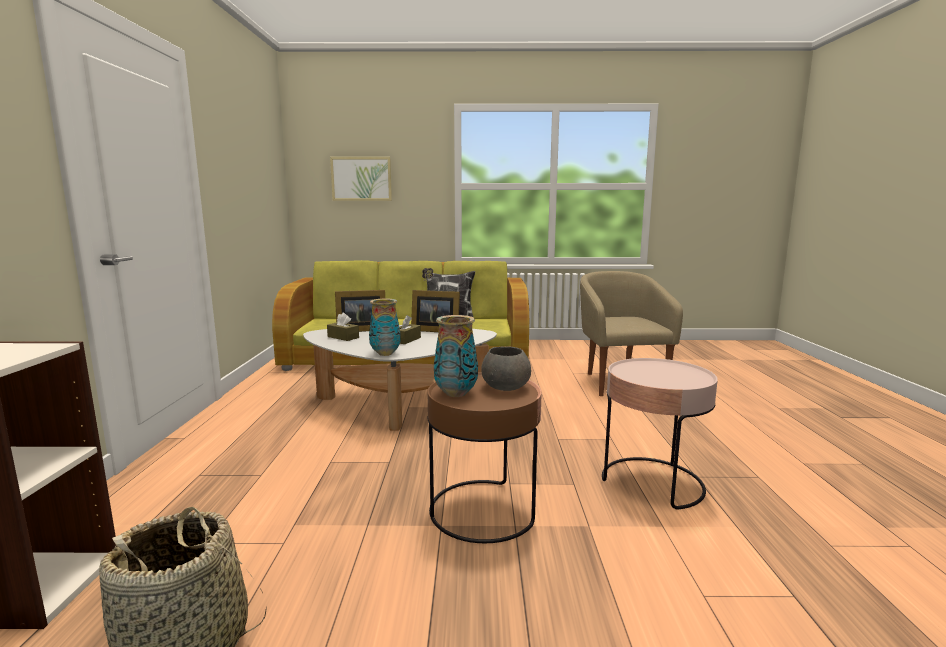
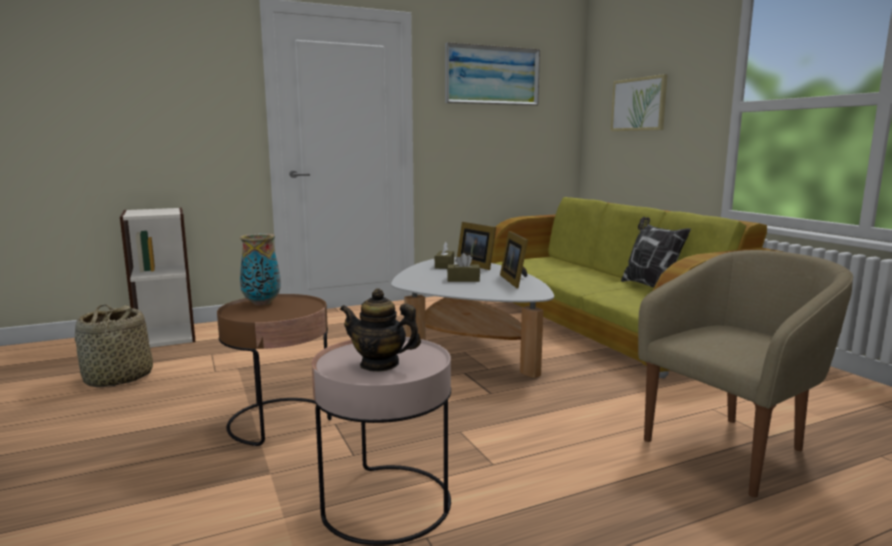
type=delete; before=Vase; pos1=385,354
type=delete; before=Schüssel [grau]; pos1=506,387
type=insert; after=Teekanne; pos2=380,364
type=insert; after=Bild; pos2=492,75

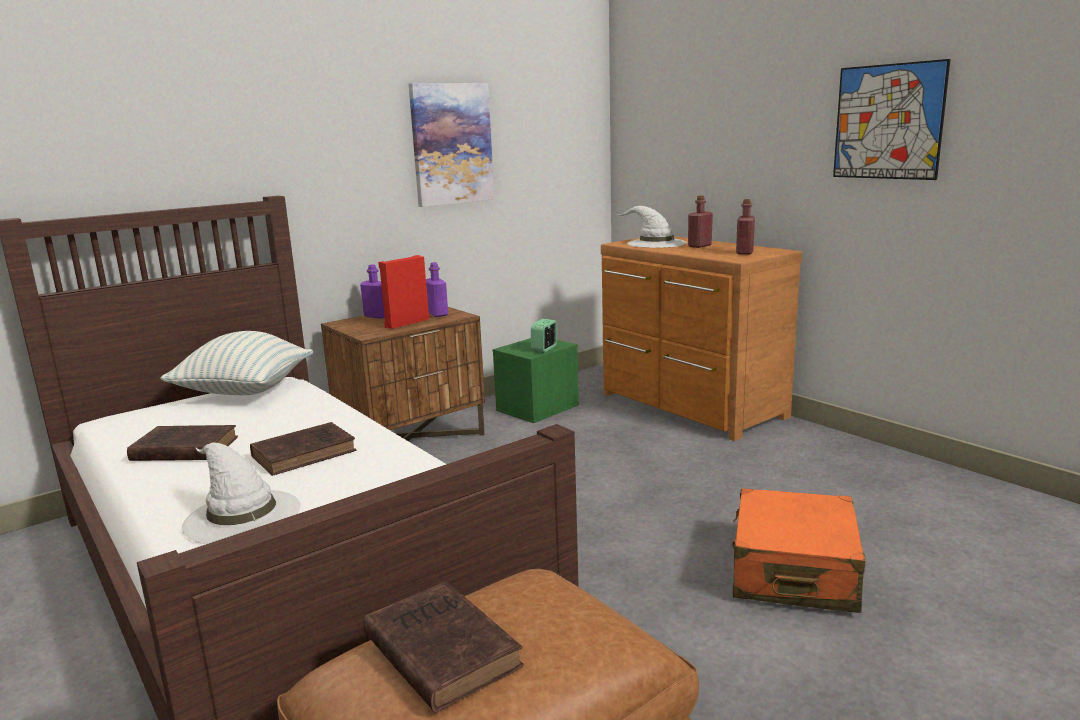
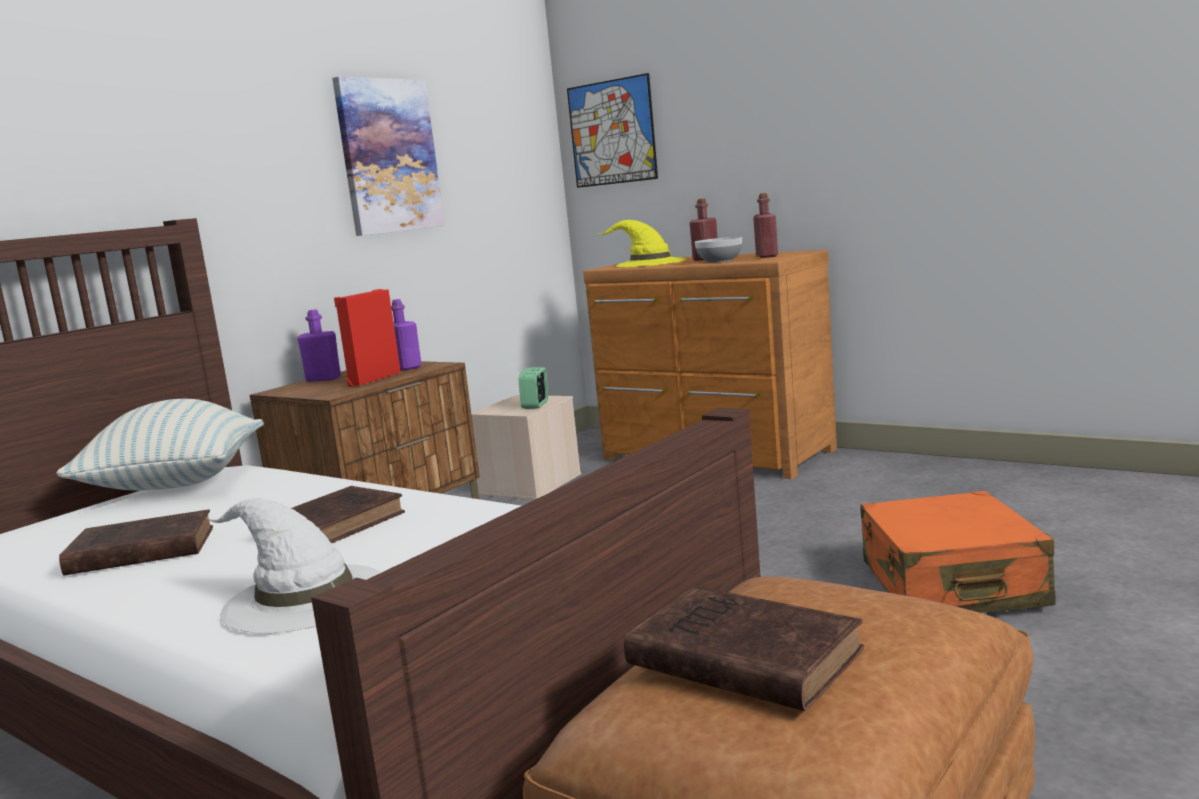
type=insert; after=Schüssel; pos2=720,261
type=move; before=Bild; pos1=888,122; pos2=612,132
type=recolor; before=Aufbewahrungsbox [grün]; after=Aufbewahrungsbox [beige]; pos1=537,408; pos2=531,484
type=recolor; before=Hut [weiß]; after=Hut [gelb]; pos1=655,243; pos2=649,263

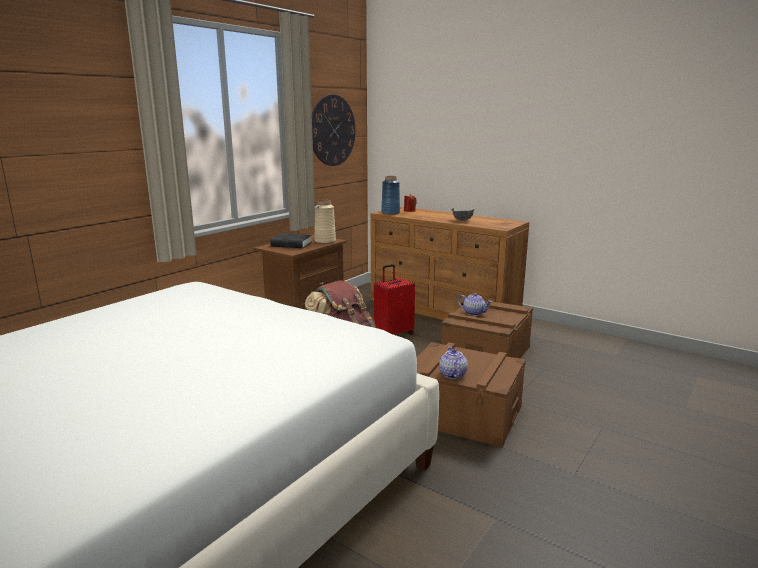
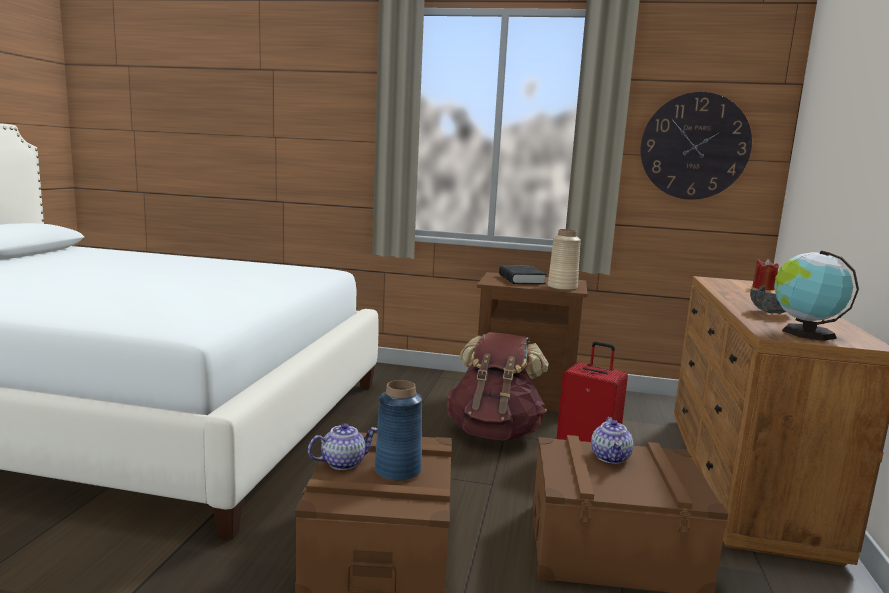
type=insert; after=Globus; pos2=804,333
type=move; before=Vase [blau]; pos1=390,213; pos2=398,470

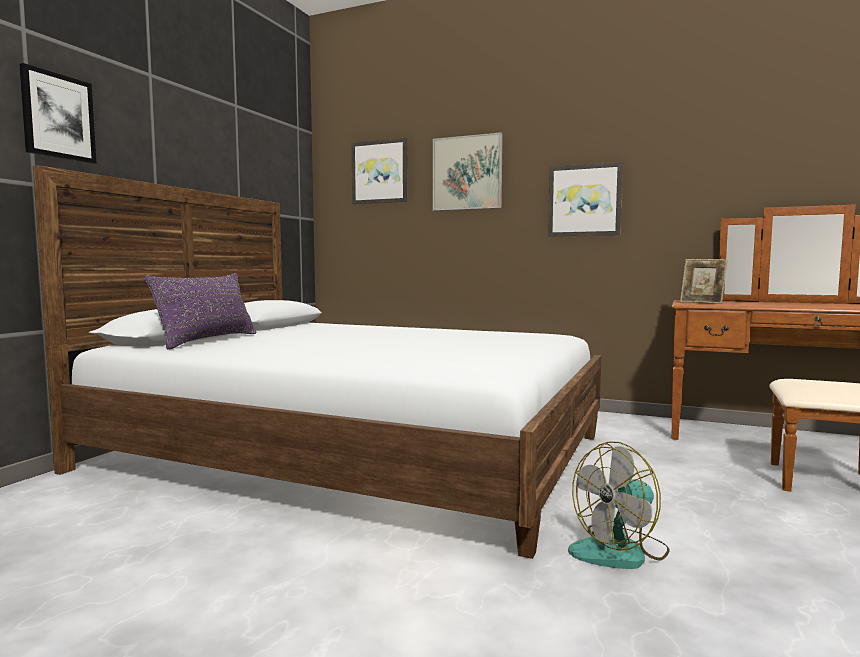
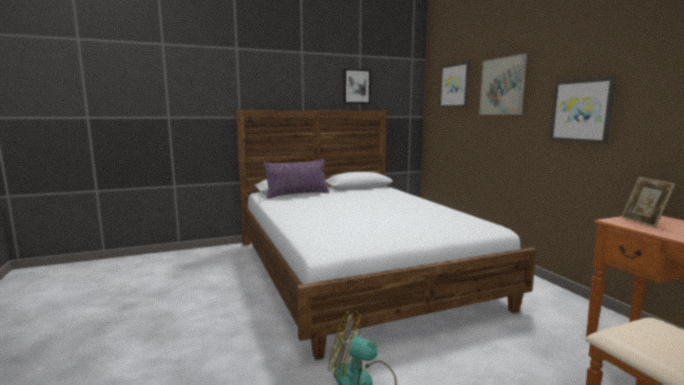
type=move; before=Bild; pos1=58,116; pos2=356,86

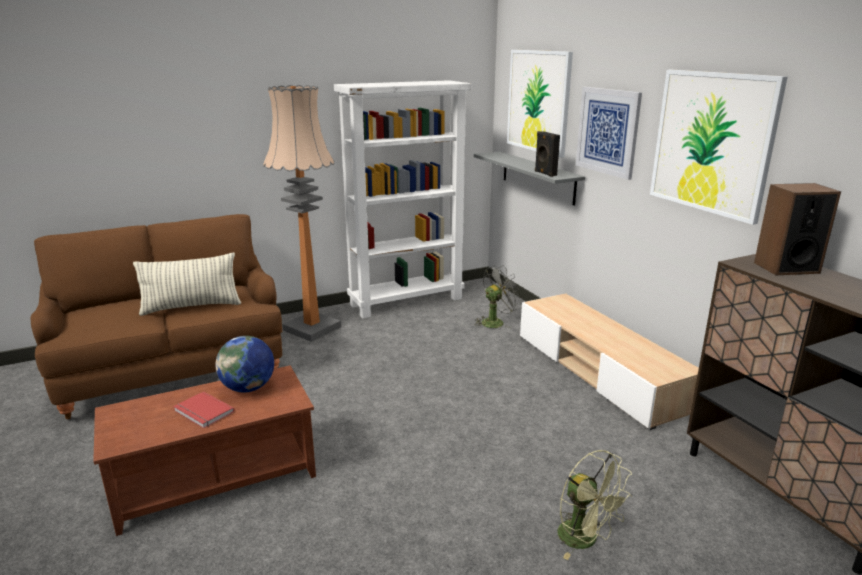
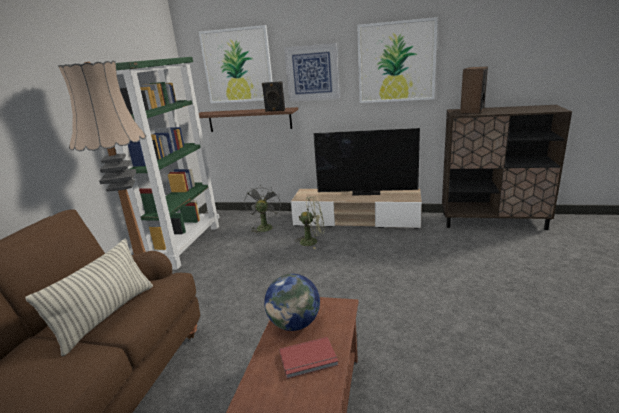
type=insert; after=Fernseher; pos2=366,192
type=move; before=Ventilator [grün]; pos1=585,540; pos2=313,241
type=recolor; before=Bücherregal [weiß]; after=Bücherregal [grün]; pos1=407,301; pos2=186,245
type=recolor; before=Wandregal [grau]; after=Wandregal [braun]; pos1=537,177; pos2=249,120

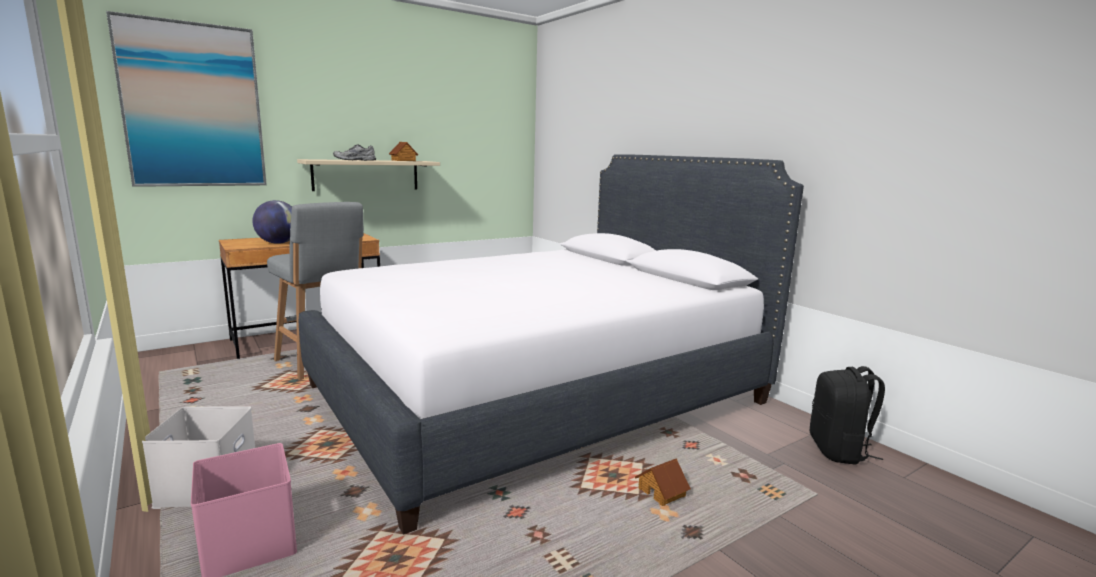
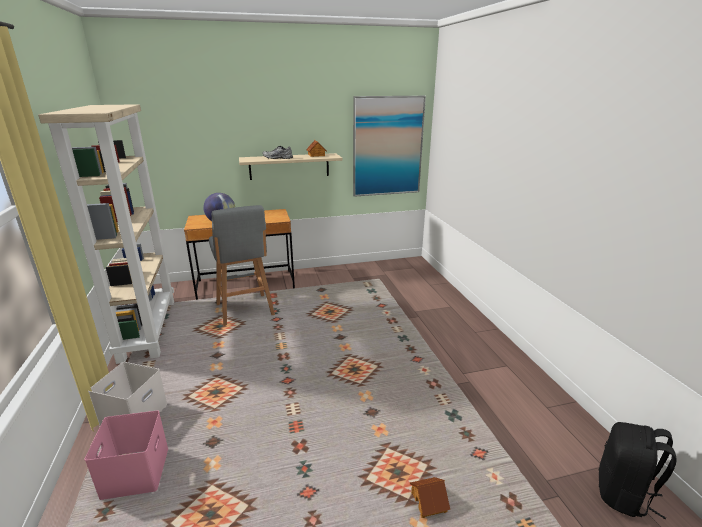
type=delete; before=Bett [weiß]; pos1=539,394
type=insert; after=Bücherregal [beige]; pos2=147,328
type=move; before=Bild; pos1=193,106; pos2=387,147

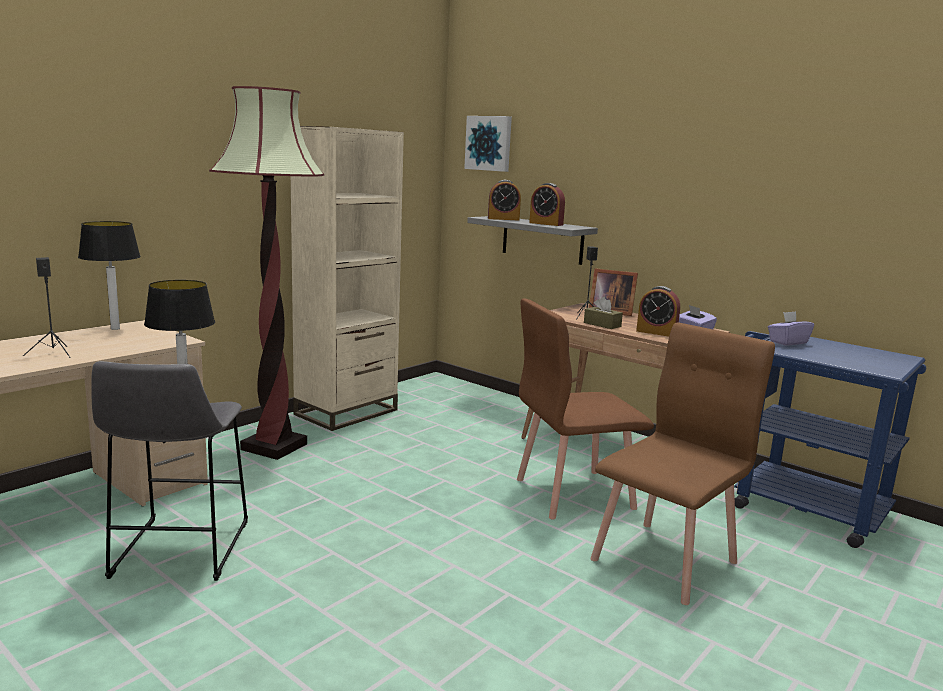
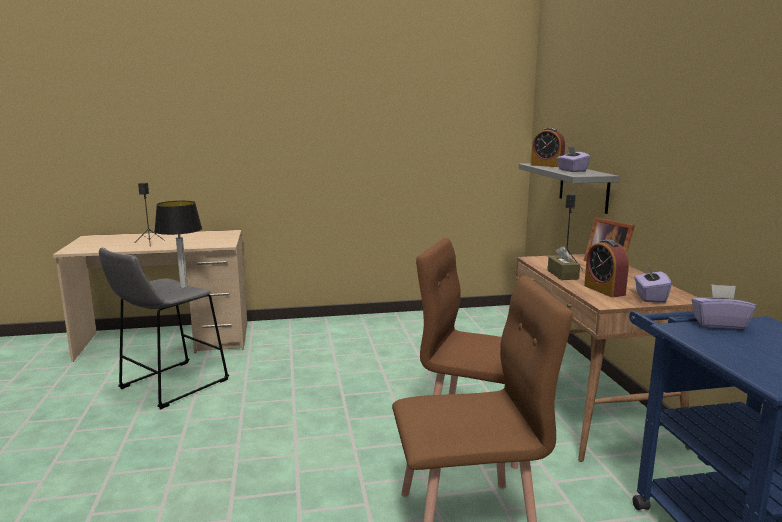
type=delete; before=Tischlampe; pos1=115,329
type=delete; before=Stehlampe; pos1=274,447
type=delete; before=Bücherregal [beige]; pos1=346,412
type=delete; before=Bild; pos1=489,143
type=replace; before=Wecker; after=Taschentuchbox [lila]; pos1=546,224; pos2=571,170

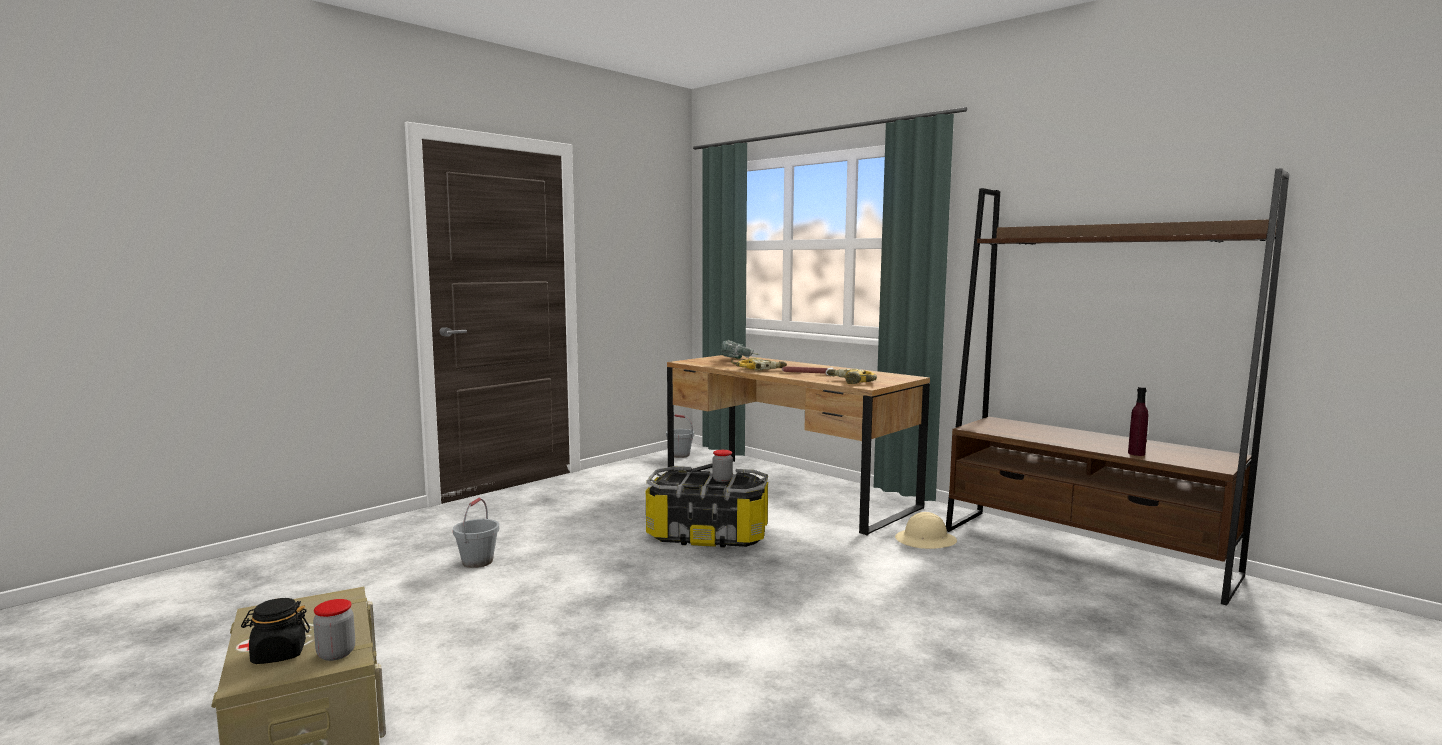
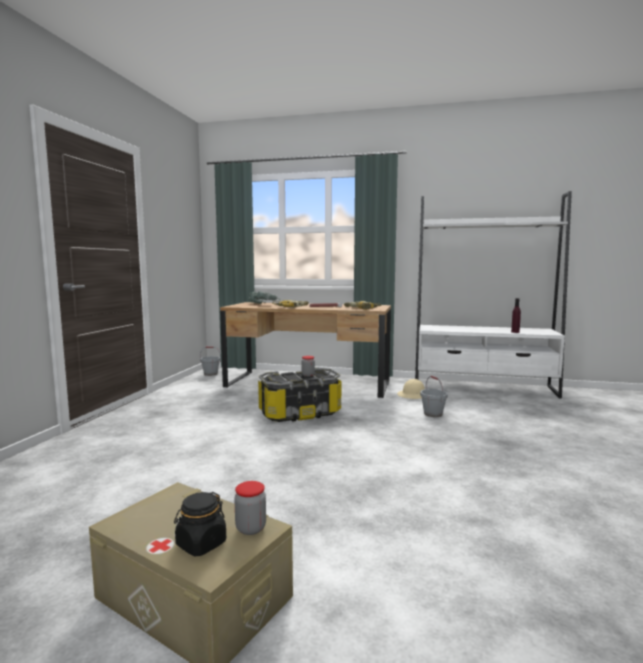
type=move; before=Eimer [grau]; pos1=478,562; pos2=433,414
type=recolor; before=Bücherregal [braun]; after=Bücherregal [weiß]; pos1=1084,552; pos2=483,388

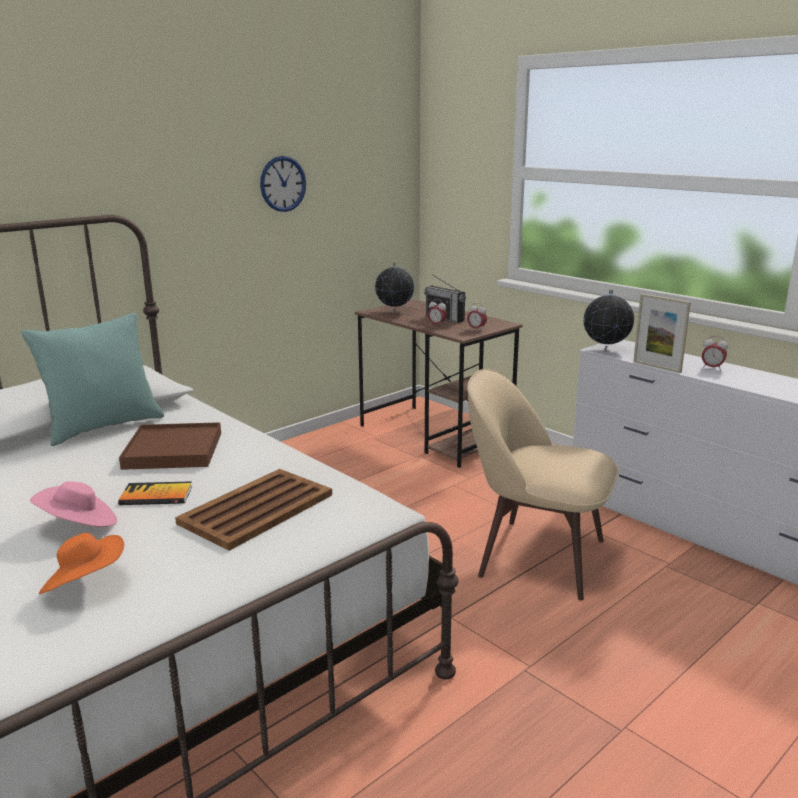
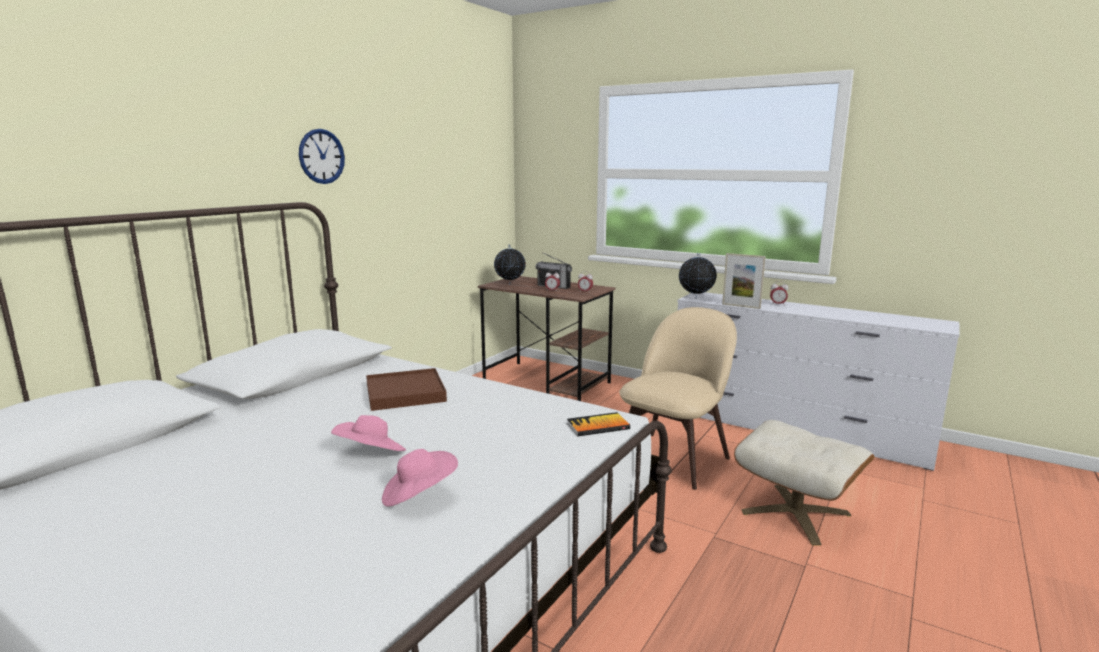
type=delete; before=Kissen [türkis]; pos1=103,426
type=delete; before=Tablett [braun]; pos1=255,509
type=insert; after=Polsterhocker [beige]; pos2=796,513
type=move; before=Buch; pos1=156,495; pos2=598,426
type=move; before=Wanduhr; pos1=283,184; pos2=321,156
type=recolor; before=Hut [orange]; after=Hut [rosa]; pos1=85,584; pos2=418,495
type=rotate; before=Stuhl [beige]; pos1=536,556; pos2=674,457; turn=120

